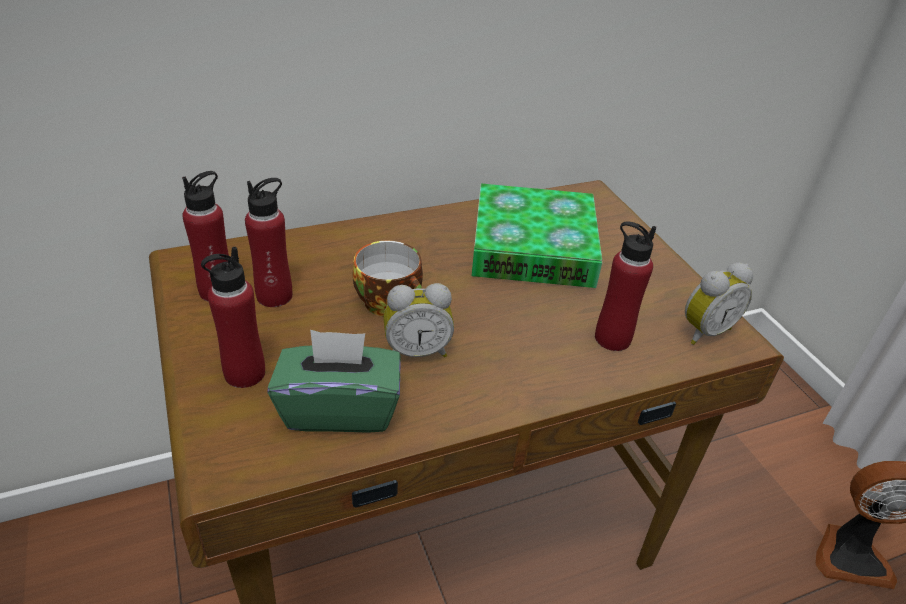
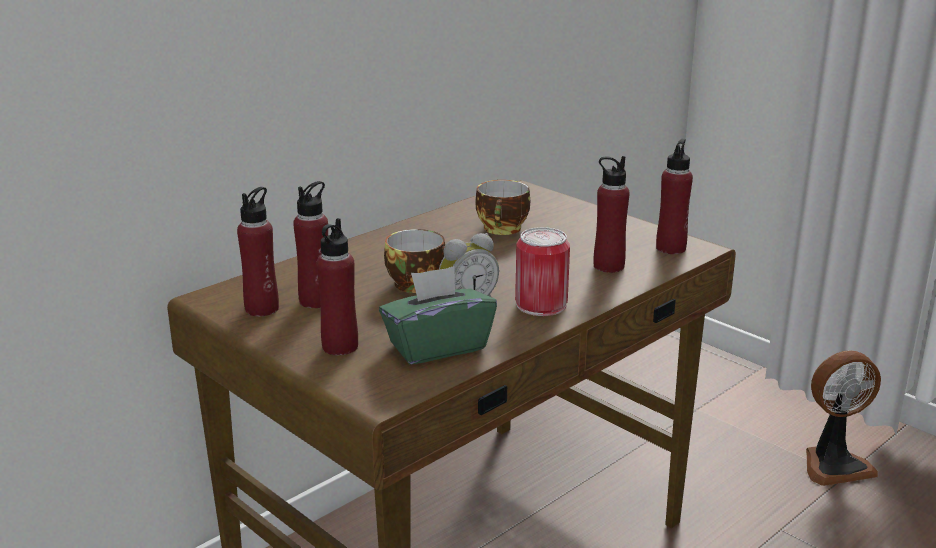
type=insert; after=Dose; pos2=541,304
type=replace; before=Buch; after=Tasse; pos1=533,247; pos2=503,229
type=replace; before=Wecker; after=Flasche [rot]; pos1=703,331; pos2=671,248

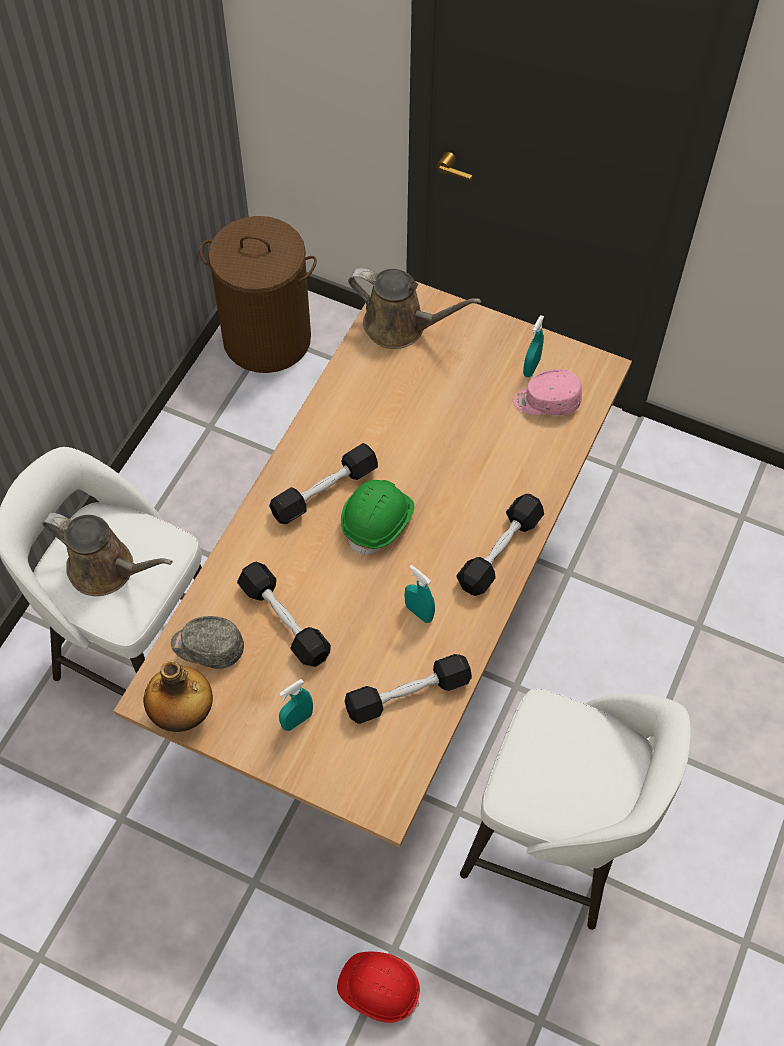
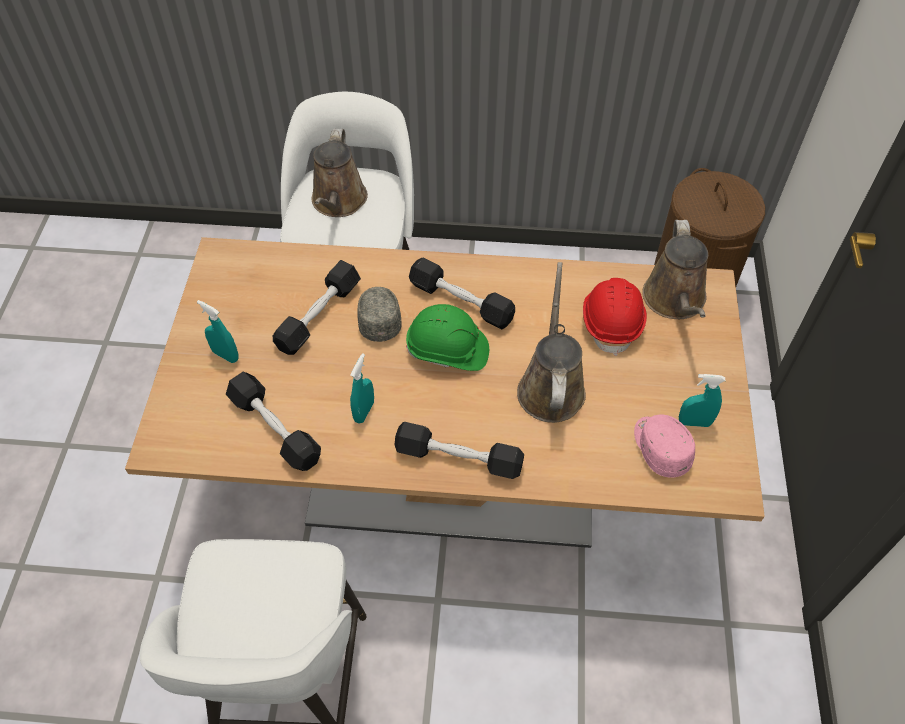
type=delete; before=Flasche; pos1=183,714
type=insert; after=Gießkanne [braun]; pos2=551,386
type=move; before=Kappe [grau]; pos1=207,647; pos2=379,318
type=move; before=Schutzhelm [rot]; pos1=378,988; pos2=612,322

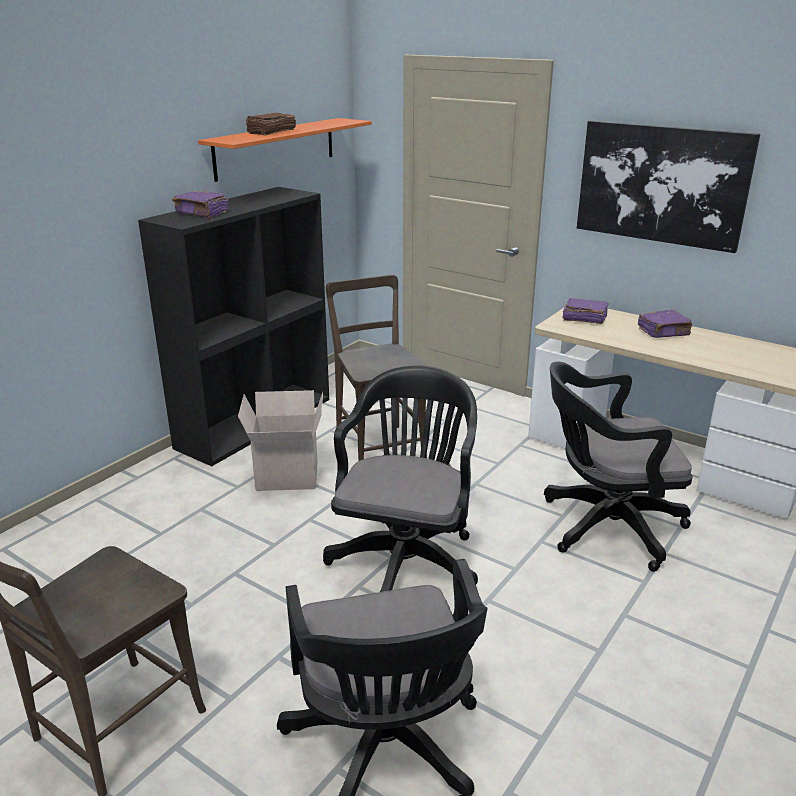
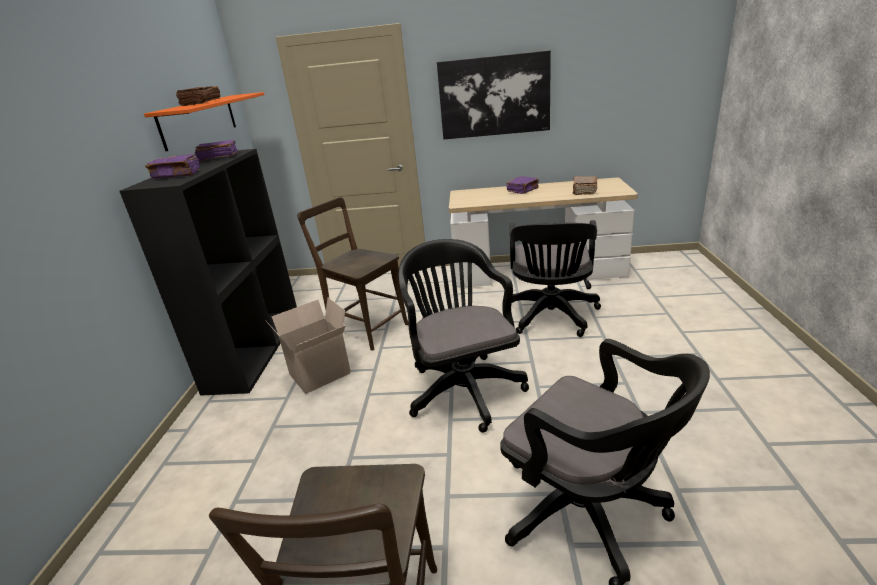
type=insert; after=Buch [braun]; pos2=584,191
type=move; before=Buch [lila]; pos1=583,319; pos2=218,158
type=rotate; before=Bürostuhl [schwarz]; pos1=604,526; pos2=551,317; turn=-45

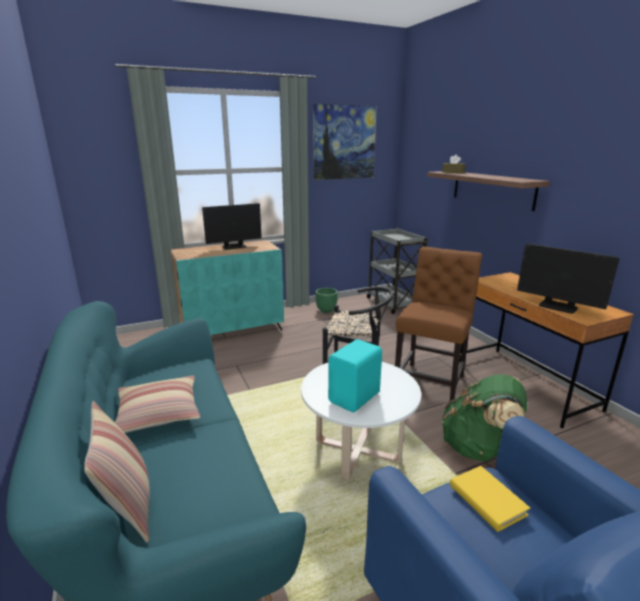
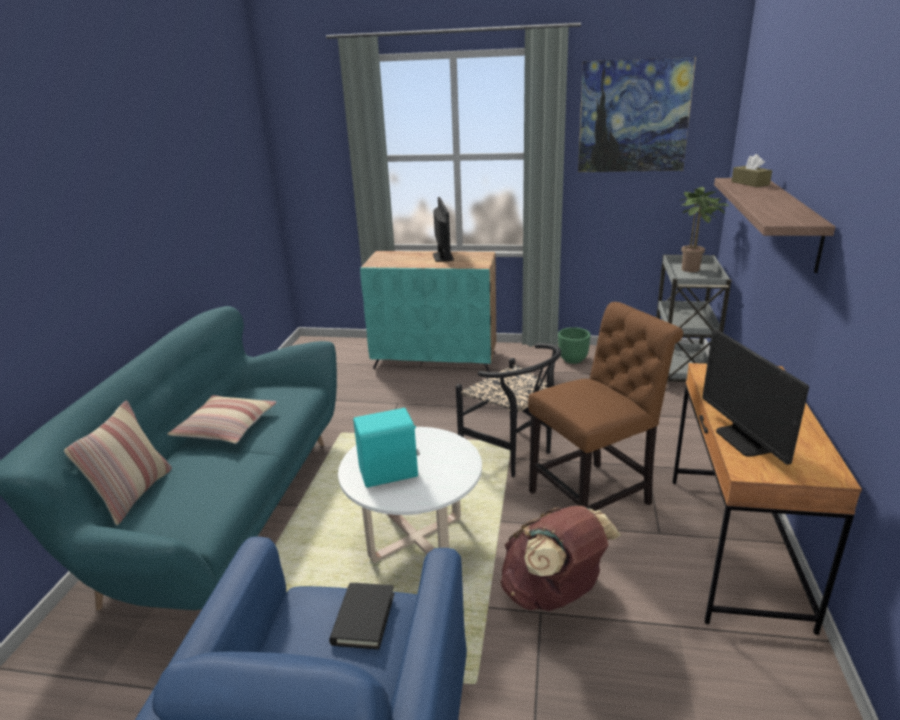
type=insert; after=Topfpflanze; pos2=693,270
type=recolor; before=Rucksack [grün]; after=Rucksack [braun]; pos1=478,447; pos2=553,594
type=recolor; before=Buch [gelb]; after=Buch [schwarz]; pos1=487,500; pos2=363,618
type=rotate; before=Monitor; pos1=234,246; pos2=443,257; turn=-105

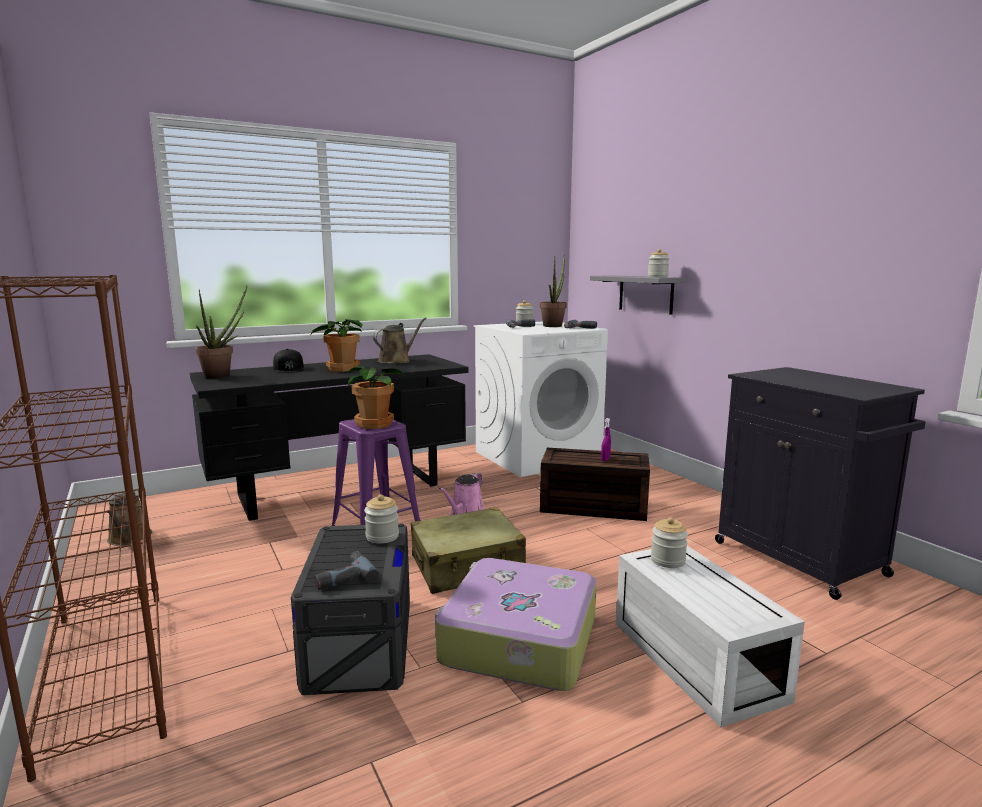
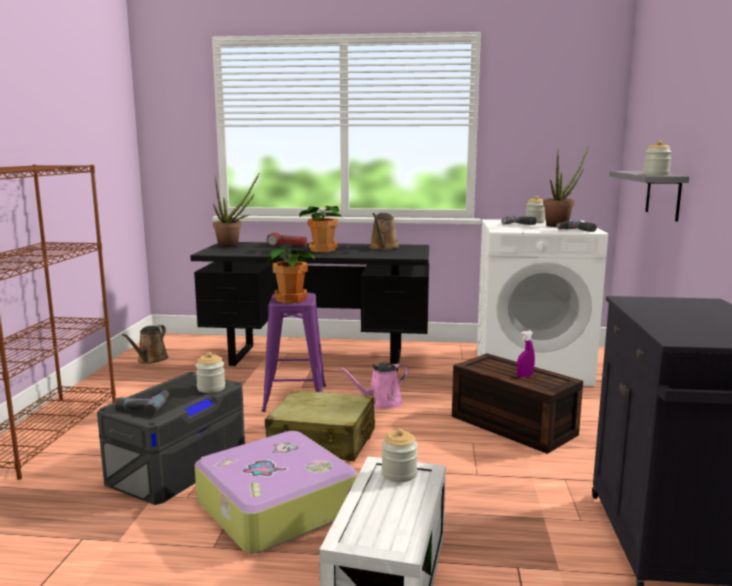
type=replace; before=Kappe [schwarz]; after=Taschenlampe; pos1=289,369; pos2=287,245
type=rotate; before=Gießkanne [braun]; pos1=396,361; pos2=383,247; turn=120

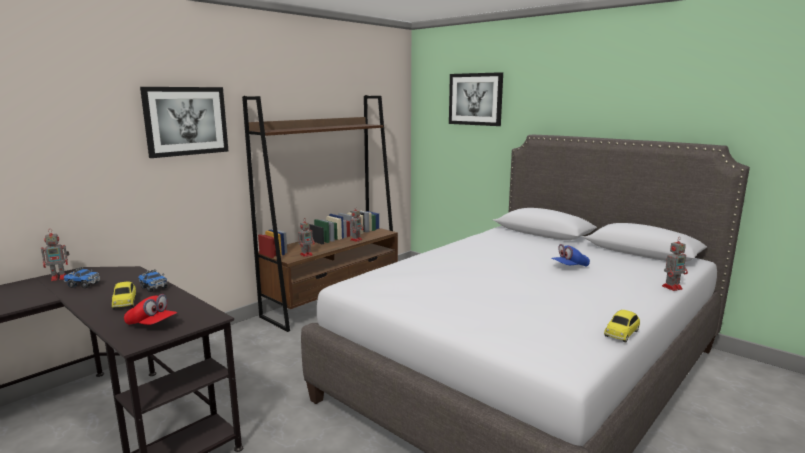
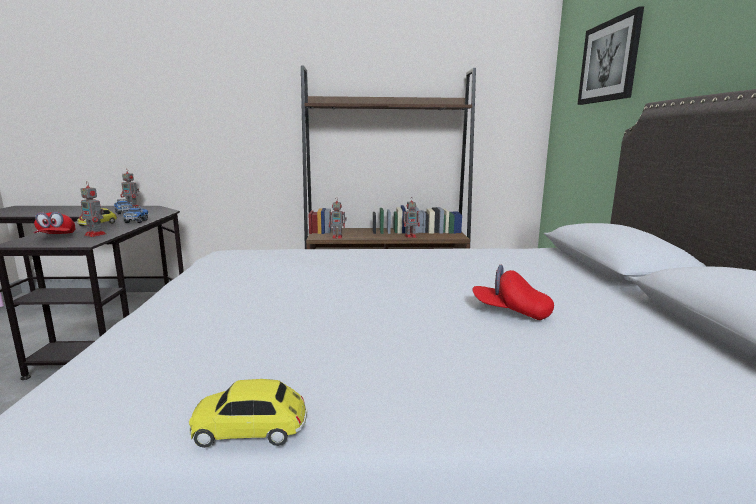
type=delete; before=Bild; pos1=186,121
type=move; before=Spielzeugroboter; pos1=672,287; pos2=96,235
type=recolor; before=Kappe [blau]; after=Kappe [rot]; pos1=569,267; pos2=510,312

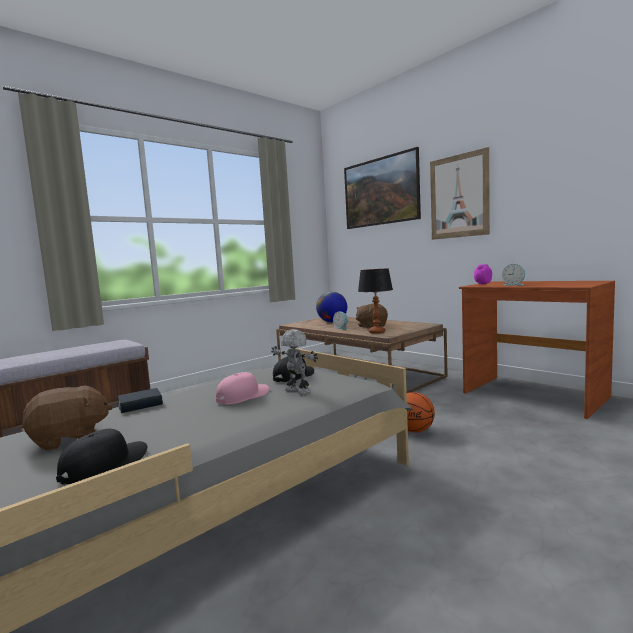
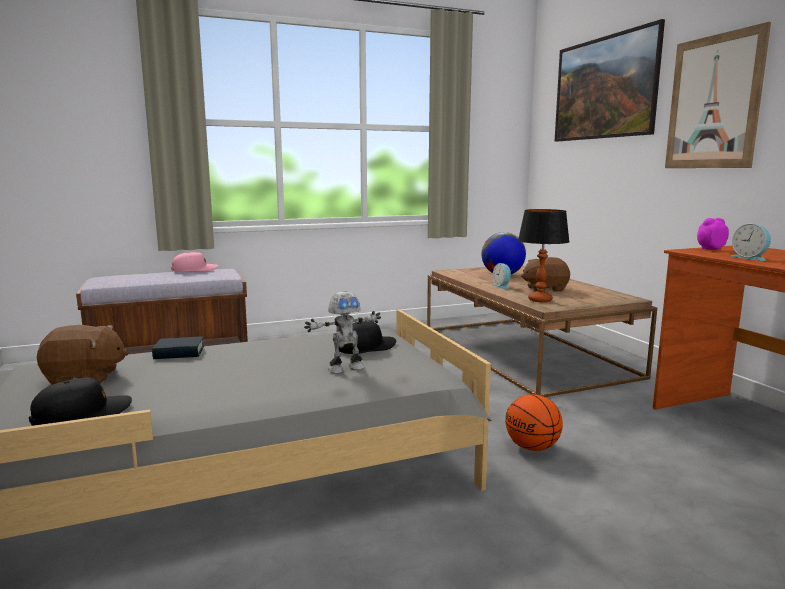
type=move; before=Kappe [rosa]; pos1=243,396; pos2=194,270
type=rotate; before=Spielzeugroboter; pos1=296,391; pos2=345,368; turn=90

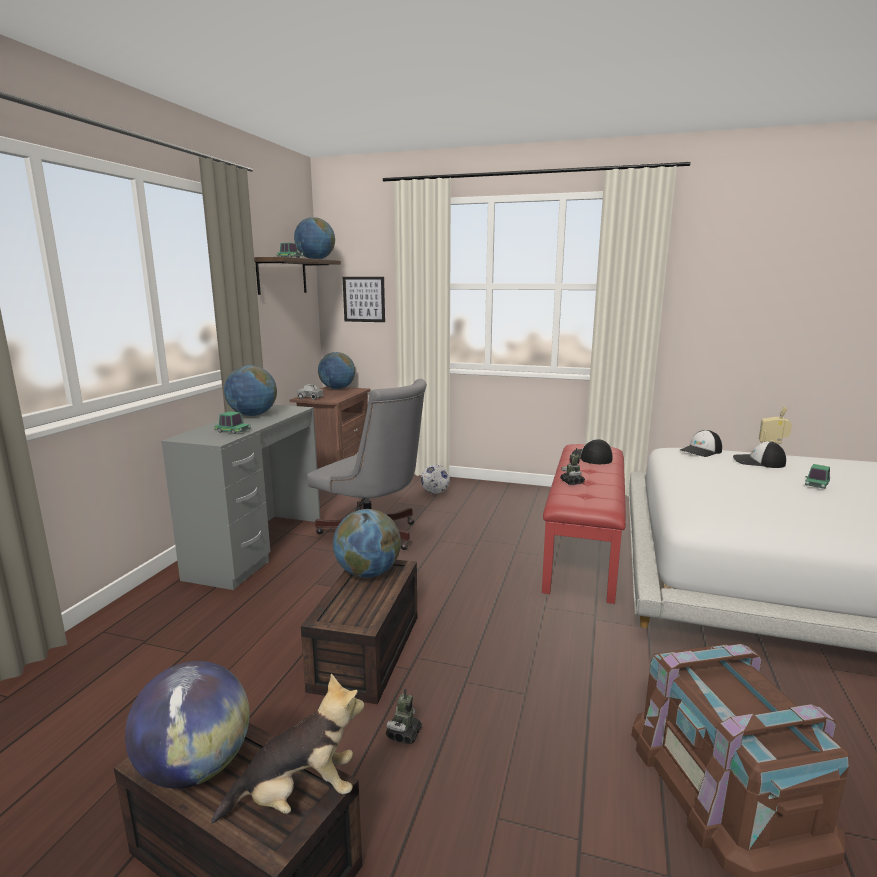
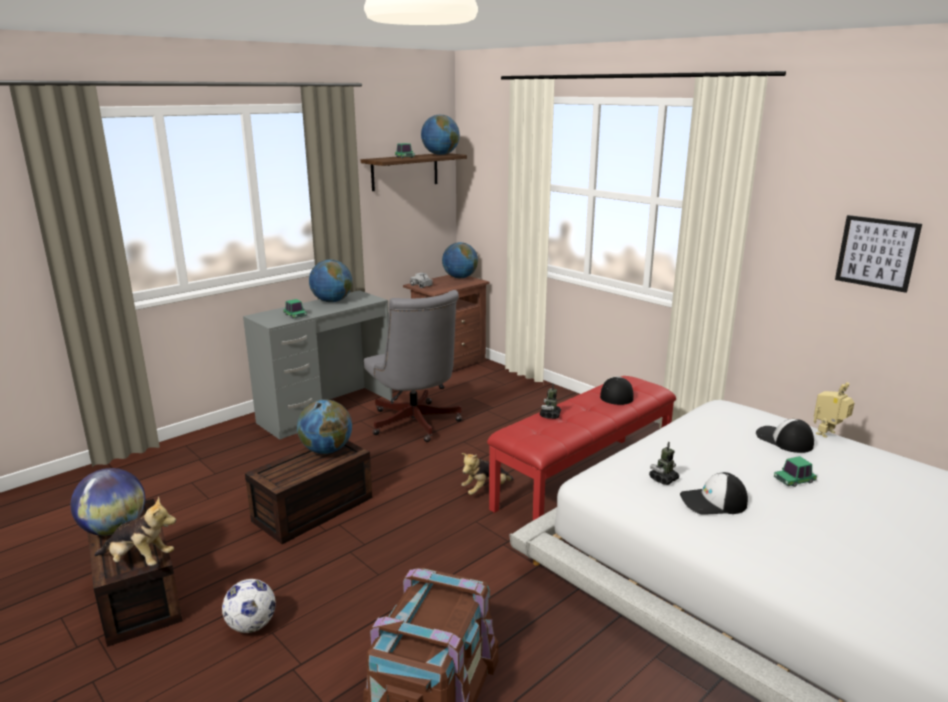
type=insert; after=Plüschtier; pos2=485,490
type=move; before=Bild; pos1=364,299; pos2=876,253
type=move; before=Spielzeugroboter; pos1=404,734; pos2=663,479
type=move; before=Fußball; pos1=435,492; pos2=251,625
type=move; before=Kappe; pos1=701,451; pos2=713,502

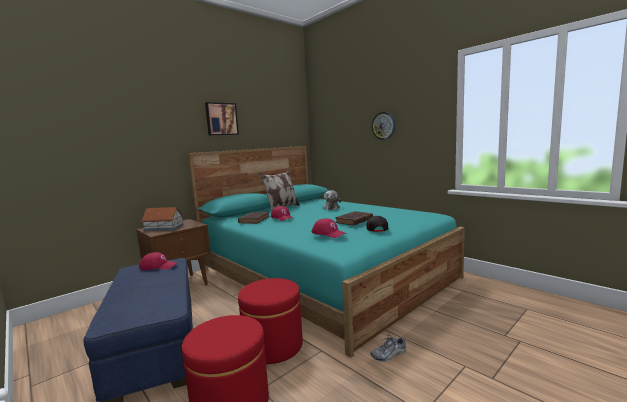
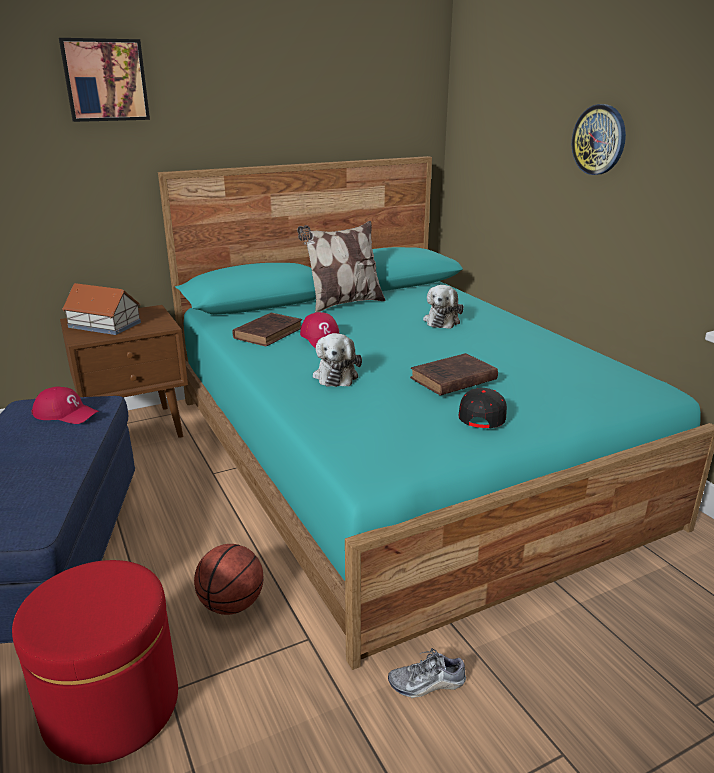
type=delete; before=Kappe [rot]; pos1=328,233
type=insert; after=Plüschtier; pos2=336,375
type=move; before=Bild; pos1=221,119; pos2=105,80
type=replace; before=Polsterhocker [rot]; after=Basketball; pos1=273,345; pos2=231,605

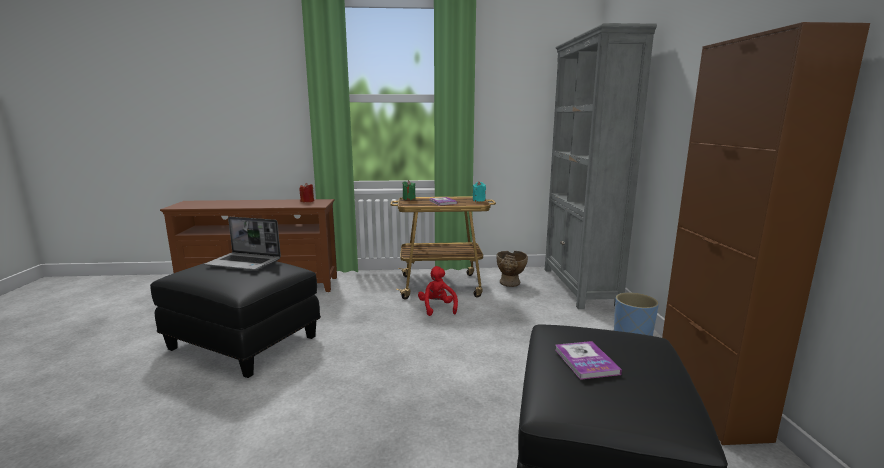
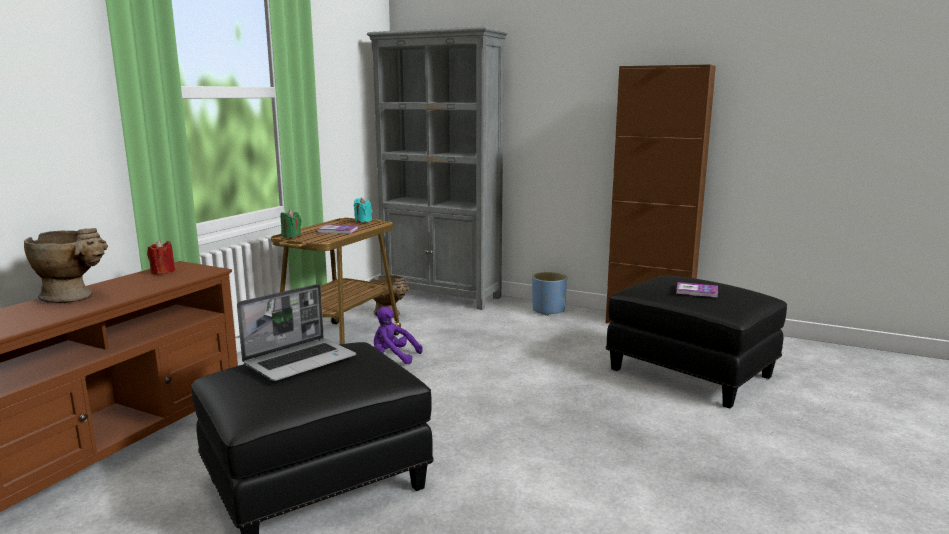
type=insert; after=Vase [beige]; pos2=75,297
type=recolor; before=Plüschtier [rot]; after=Plüschtier [lila]; pos1=437,308; pos2=393,357

